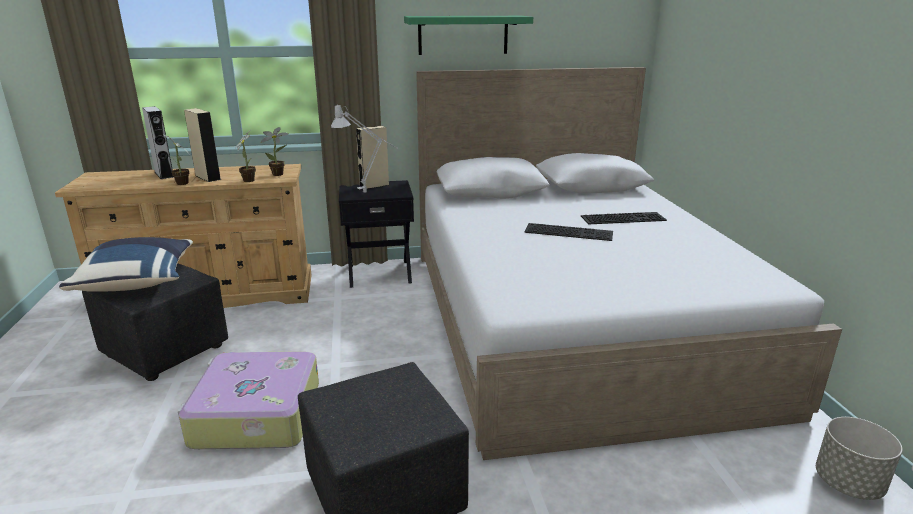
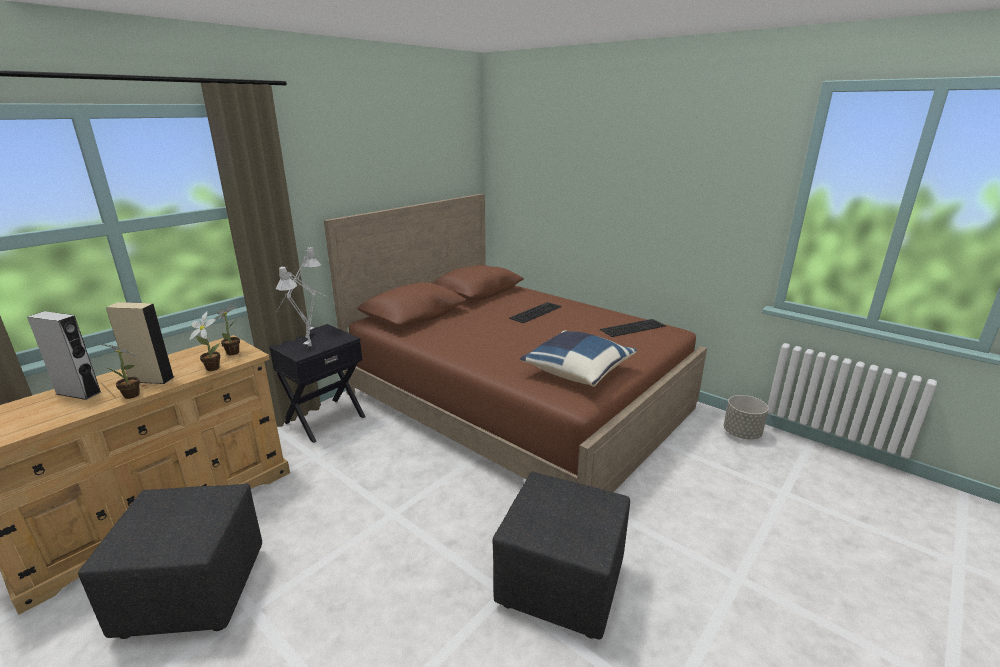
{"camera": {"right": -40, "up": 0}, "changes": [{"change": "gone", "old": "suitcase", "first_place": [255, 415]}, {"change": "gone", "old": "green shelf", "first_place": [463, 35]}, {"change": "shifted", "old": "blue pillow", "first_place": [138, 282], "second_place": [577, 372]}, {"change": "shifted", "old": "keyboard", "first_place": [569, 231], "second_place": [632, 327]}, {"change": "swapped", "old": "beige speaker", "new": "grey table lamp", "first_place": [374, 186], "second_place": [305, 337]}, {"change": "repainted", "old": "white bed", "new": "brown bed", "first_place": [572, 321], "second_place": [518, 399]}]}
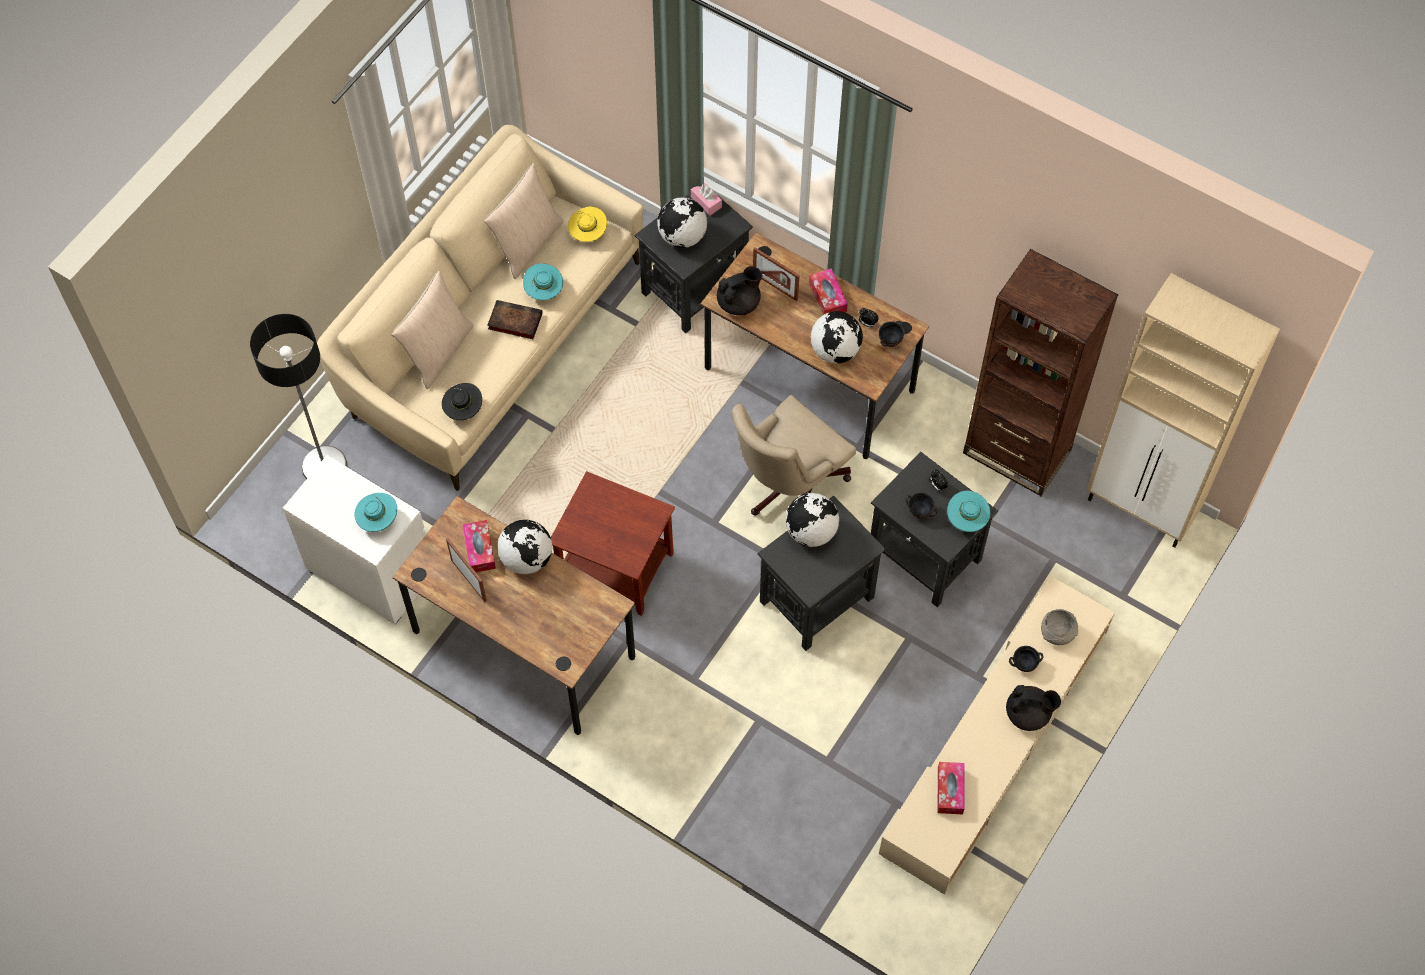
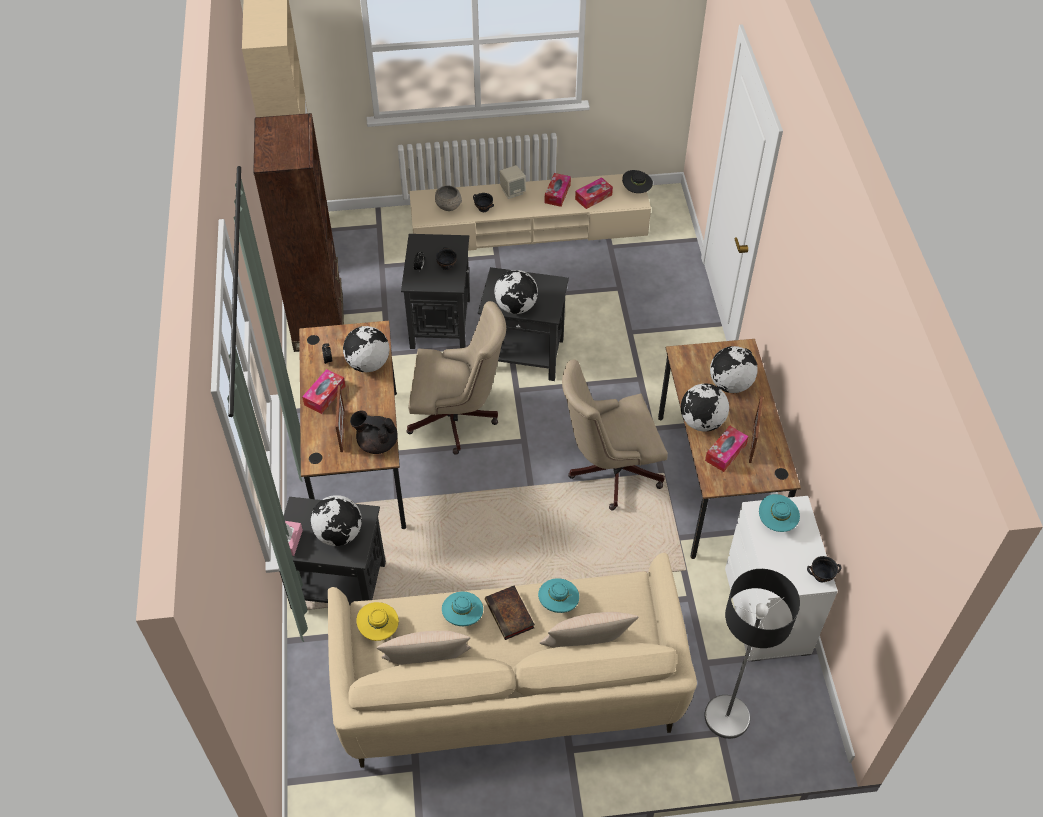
{"camera": {"right": -130, "up": -10}, "changes": [{"change": "new", "new": "tissue box", "second_place": [557, 194]}, {"change": "new", "new": "globe", "second_place": [730, 384]}, {"change": "shifted", "old": "black hat", "first_place": [463, 409], "second_place": [636, 190]}, {"change": "shifted", "old": "black bowl", "first_place": [891, 340], "second_place": [820, 575]}, {"change": "shifted", "old": "turquoise hat", "first_place": [967, 519], "second_place": [558, 603]}, {"change": "swapped", "old": "brown side table", "new": "beige office chair", "first_place": [616, 565], "second_place": [609, 471]}, {"change": "swapped", "old": "black teapot", "new": "beige speaker", "first_place": [1028, 714], "second_place": [512, 191]}]}
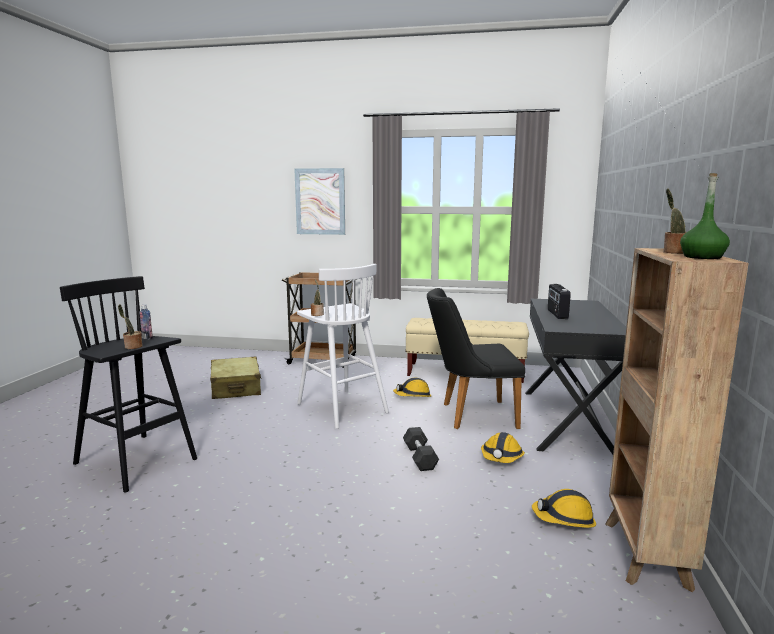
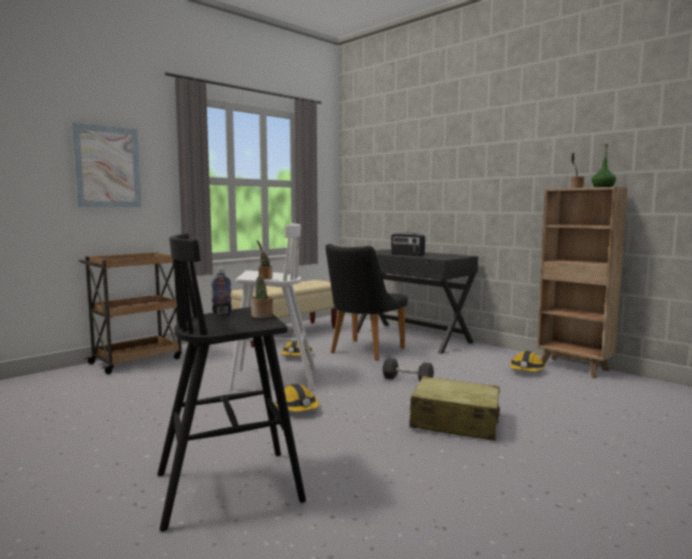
{"camera": {"right": -55, "up": -5}, "changes": [{"change": "shifted", "old": "beige suitcase", "first_place": [236, 388], "second_place": [454, 422]}, {"change": "shifted", "old": "hard hat", "first_place": [501, 457], "second_place": [297, 409]}]}
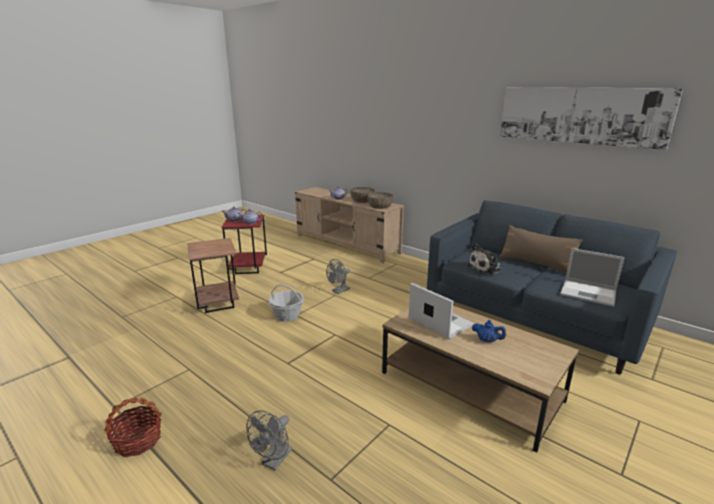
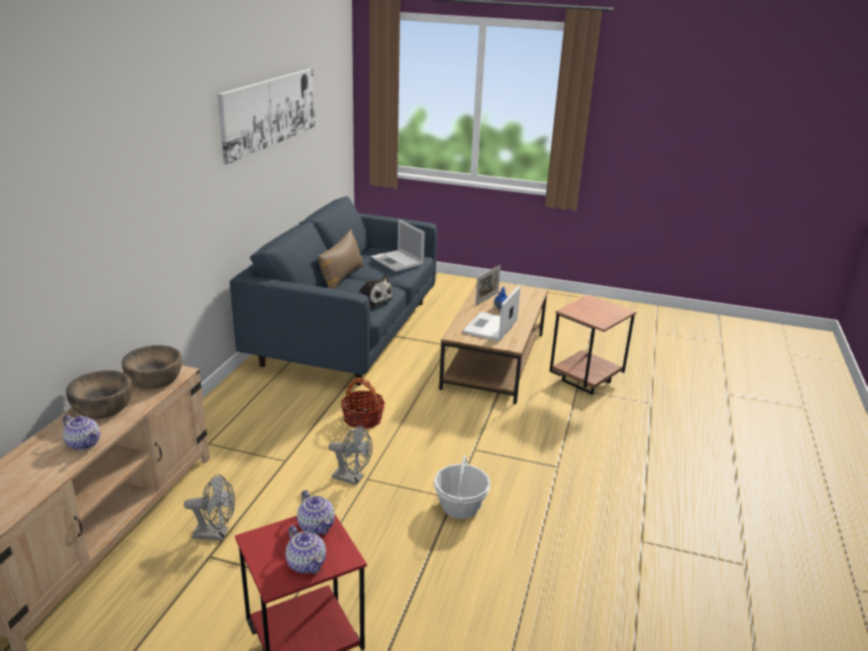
{"camera": {"right": -115, "up": 5}, "changes": [{"change": "new", "new": "picture frame", "second_place": [487, 299]}, {"change": "shifted", "old": "basket", "first_place": [138, 441], "second_place": [363, 419]}, {"change": "shifted", "old": "brown side table", "first_place": [219, 304], "second_place": [584, 381]}, {"change": "shifted", "old": "grey fan", "first_place": [274, 461], "second_place": [216, 534]}, {"change": "rotated", "old": "laptop", "first_place": [589, 293], "second_place": [398, 261], "degrees": 135}]}
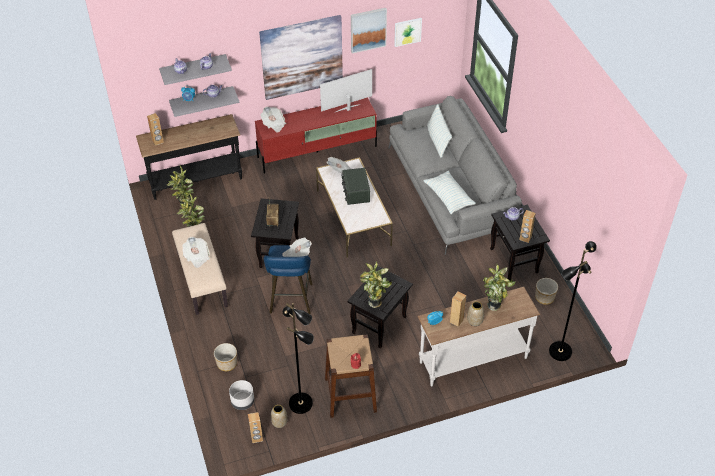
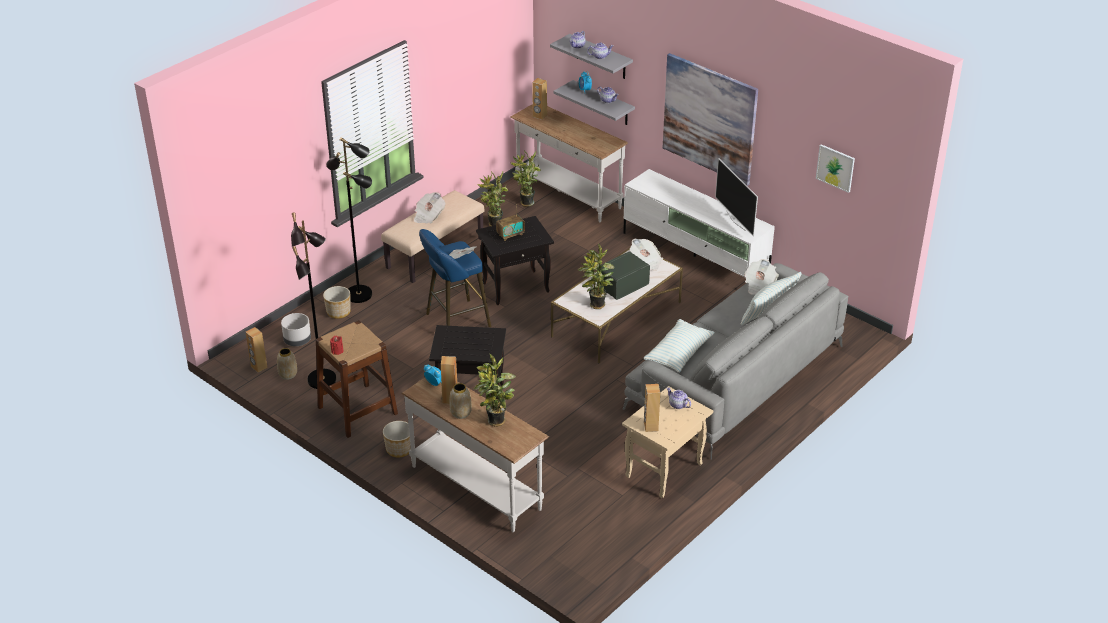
{"camera": {"right": 60, "up": -10}, "changes": [{"change": "gone", "old": "picture", "first_place": [368, 29]}, {"change": "shifted", "old": "newspaper", "first_place": [273, 124], "second_place": [759, 285]}, {"change": "shifted", "old": "potted plant", "first_place": [375, 304], "second_place": [596, 306]}, {"change": "shifted", "old": "planter", "first_place": [544, 298], "second_place": [399, 449]}, {"change": "shifted", "old": "black floor lamp", "first_place": [559, 351], "second_place": [359, 294]}, {"change": "repainted", "old": "black console table", "new": "white console table", "first_place": [196, 181], "second_place": [567, 195]}, {"change": "repainted", "old": "red tv stand", "new": "white tv stand", "first_place": [318, 152], "second_place": [695, 256]}, {"change": "repainted", "old": "black side table", "new": "beige side table", "first_place": [515, 261], "second_place": [663, 472]}, {"change": "rotated", "old": "television", "first_place": [347, 108], "second_place": [736, 221], "degrees": -150}]}
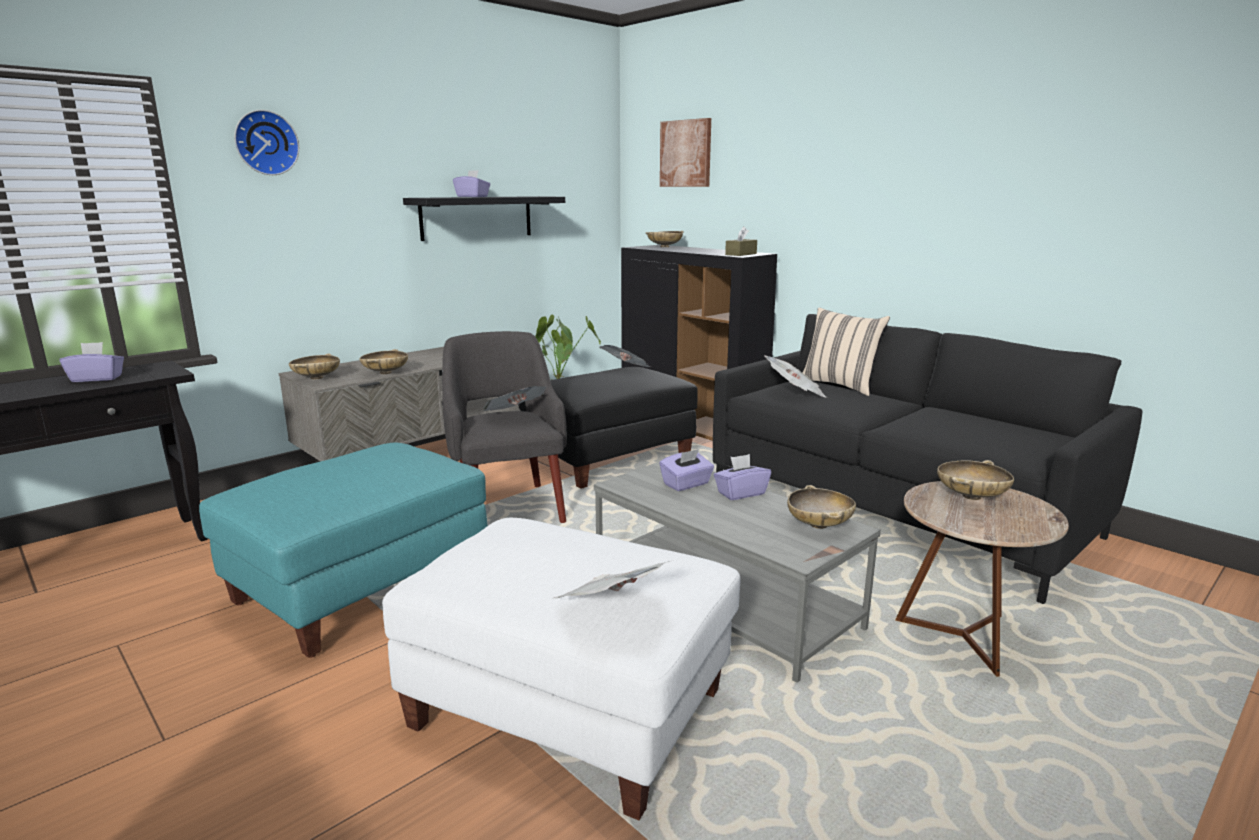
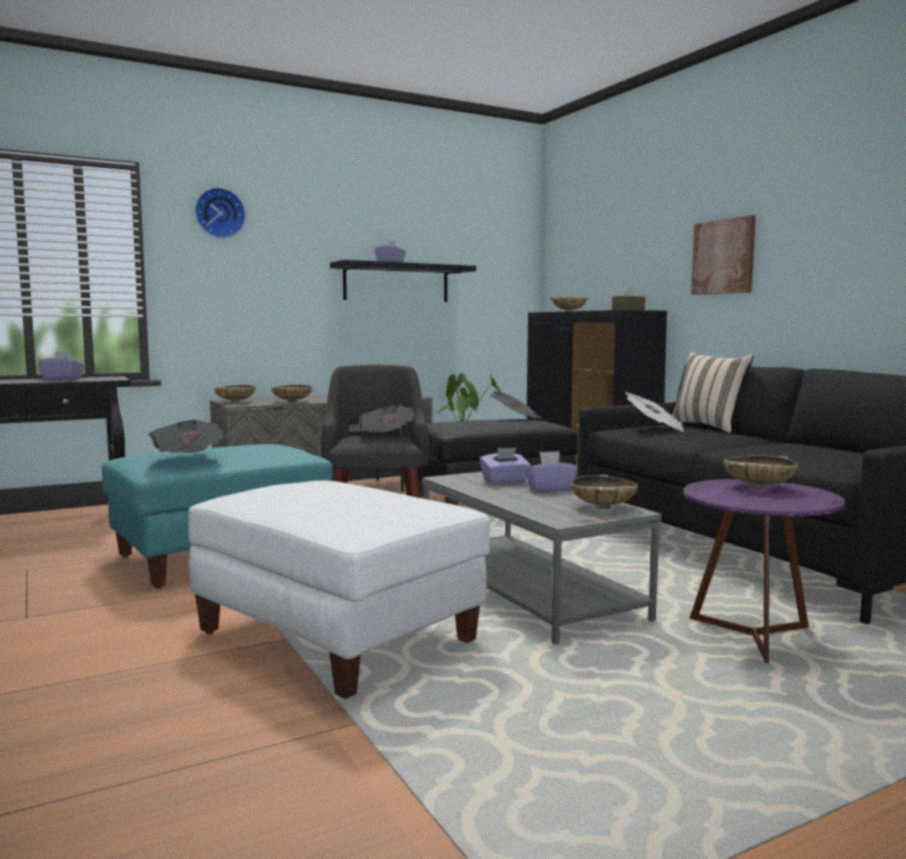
{"camera": {"right": 15, "up": -10}, "changes": [{"change": "shifted", "old": "newspaper", "first_place": [612, 608], "second_place": [188, 458]}, {"change": "shifted", "old": "picture", "first_place": [686, 153], "second_place": [724, 257]}, {"change": "repainted", "old": "brown side table", "new": "purple side table", "first_place": [962, 637], "second_place": [753, 636]}]}
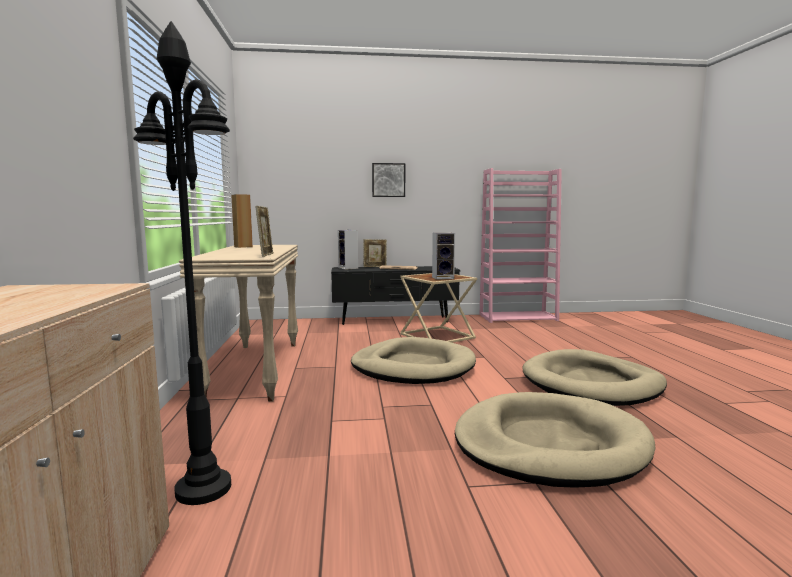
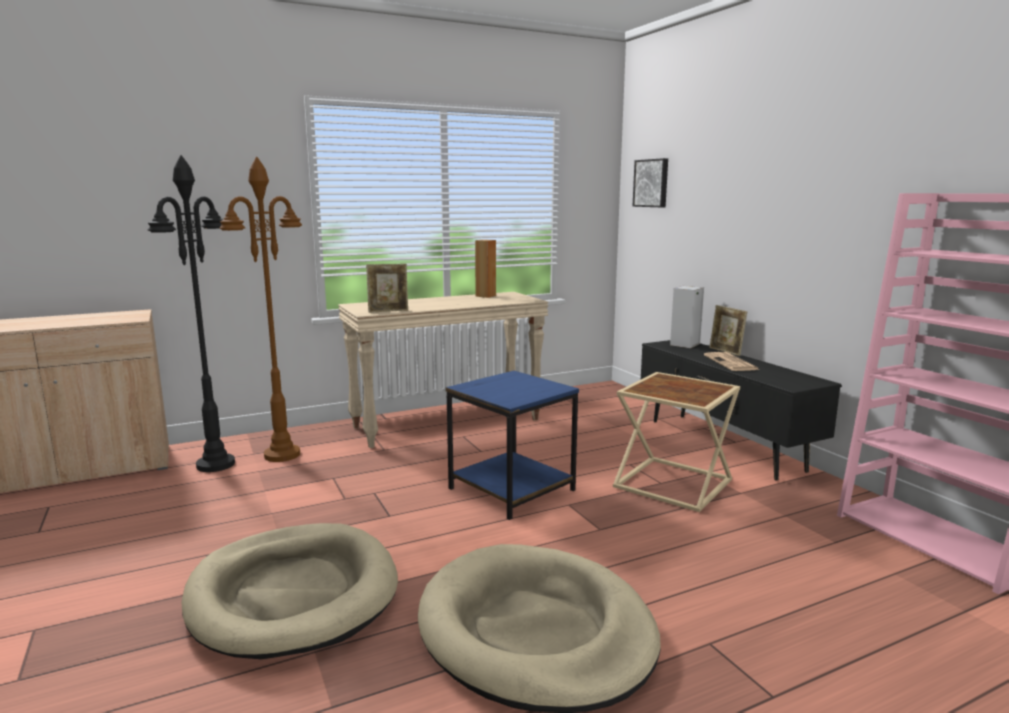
{"camera": {"right": 70, "up": 5}, "changes": [{"change": "gone", "old": "speaker", "first_place": [443, 278]}, {"change": "new", "new": "brown floor lamp", "second_place": [282, 454]}, {"change": "shifted", "old": "picture", "first_place": [388, 180], "second_place": [652, 183]}, {"change": "swapped", "old": "beige dog bed", "new": "blue side table", "first_place": [412, 367], "second_place": [511, 488]}]}
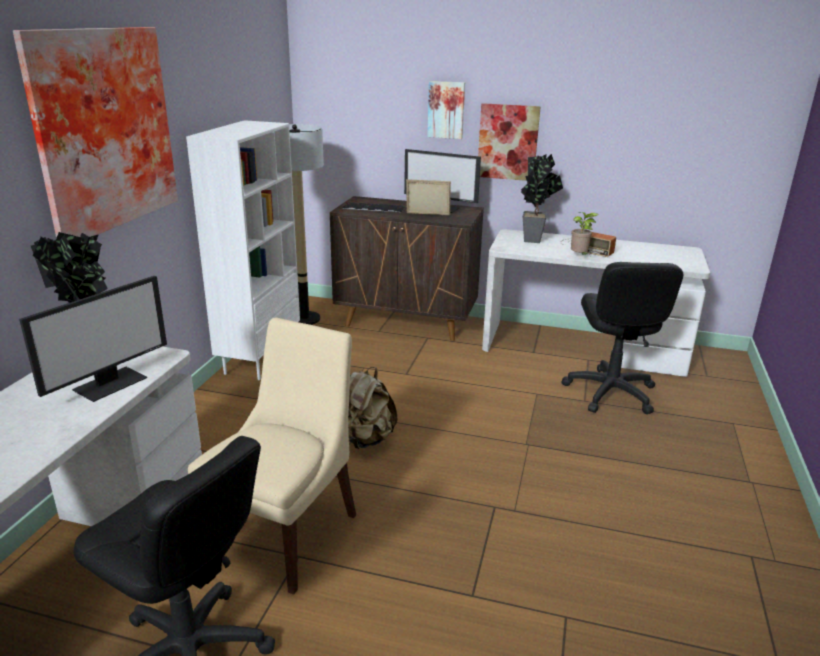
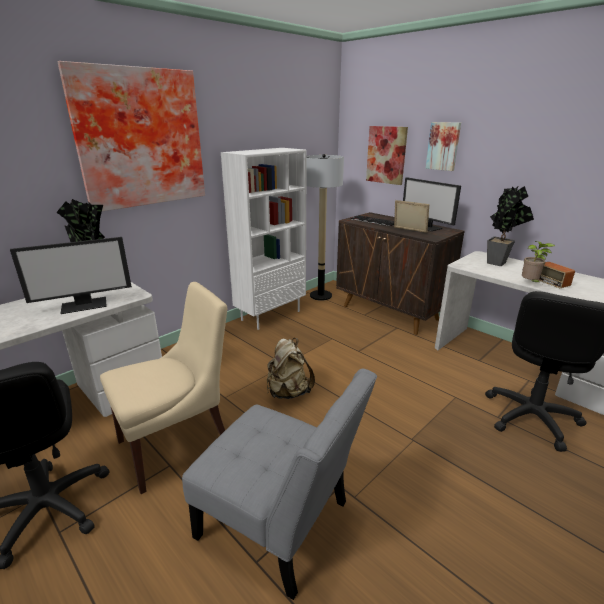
{"camera": {"right": 30, "up": 0}, "changes": [{"change": "new", "new": "grey chair", "second_place": [280, 524]}, {"change": "shifted", "old": "picture", "first_place": [508, 142], "second_place": [386, 155]}]}
